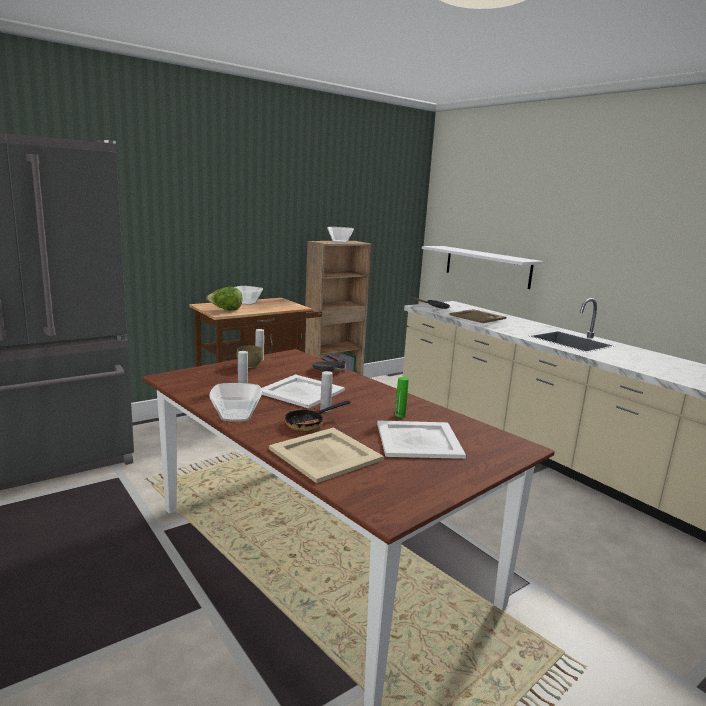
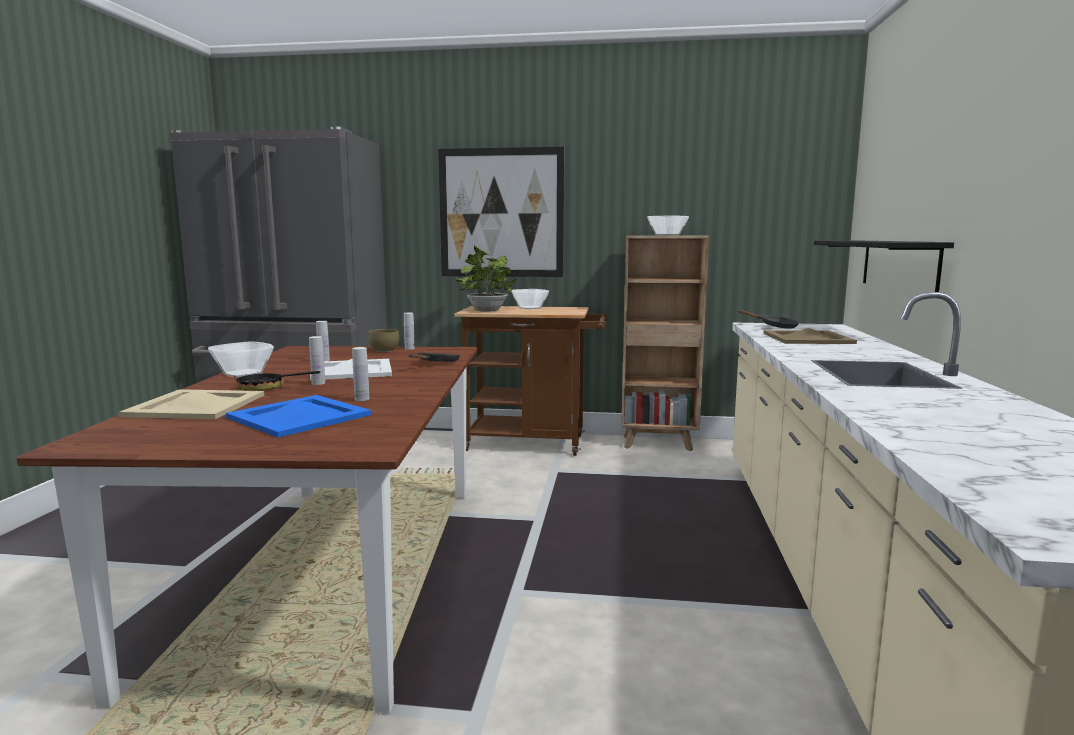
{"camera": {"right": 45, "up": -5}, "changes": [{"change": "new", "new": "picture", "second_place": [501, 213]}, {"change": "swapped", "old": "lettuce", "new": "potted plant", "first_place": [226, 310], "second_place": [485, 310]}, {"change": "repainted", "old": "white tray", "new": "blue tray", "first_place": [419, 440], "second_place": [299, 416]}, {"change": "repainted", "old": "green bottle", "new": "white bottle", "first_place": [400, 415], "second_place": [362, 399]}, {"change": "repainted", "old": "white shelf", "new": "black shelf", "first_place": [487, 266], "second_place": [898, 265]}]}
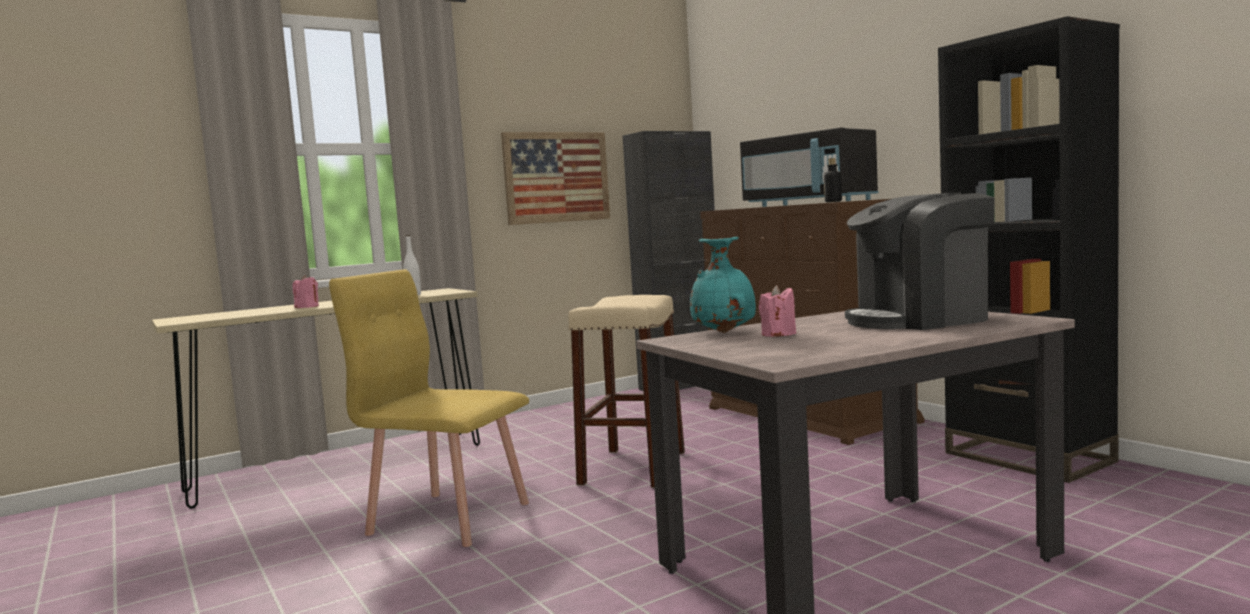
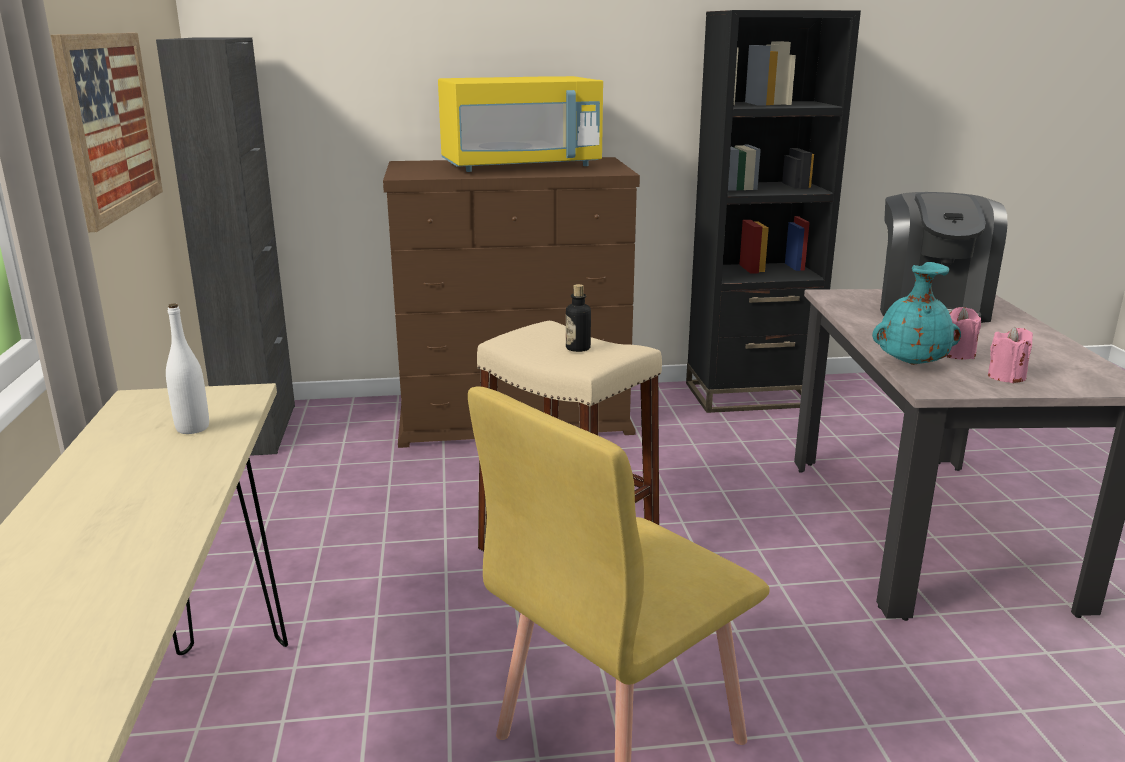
{"camera": {"right": -65, "up": 15}, "changes": [{"change": "shifted", "old": "pink candle", "first_place": [307, 307], "second_place": [1006, 377]}, {"change": "shifted", "old": "bottle", "first_place": [833, 201], "second_place": [578, 348]}, {"change": "repainted", "old": "black microwave", "new": "yellow microwave", "first_place": [809, 203], "second_place": [521, 166]}]}
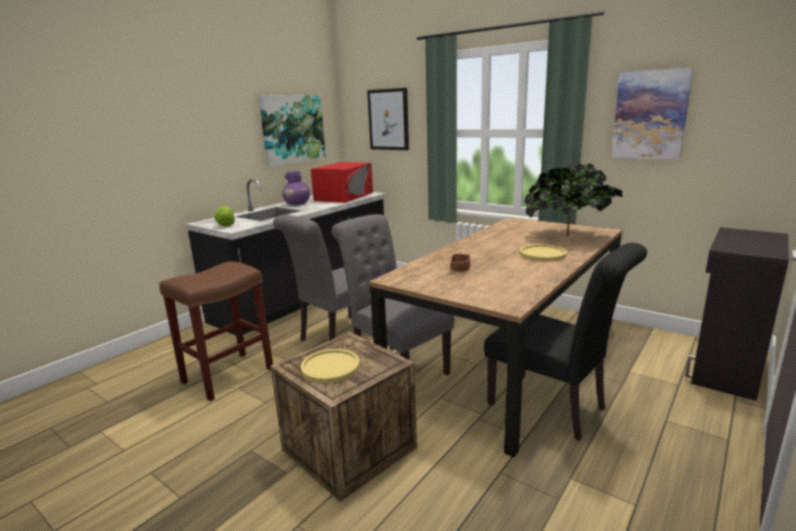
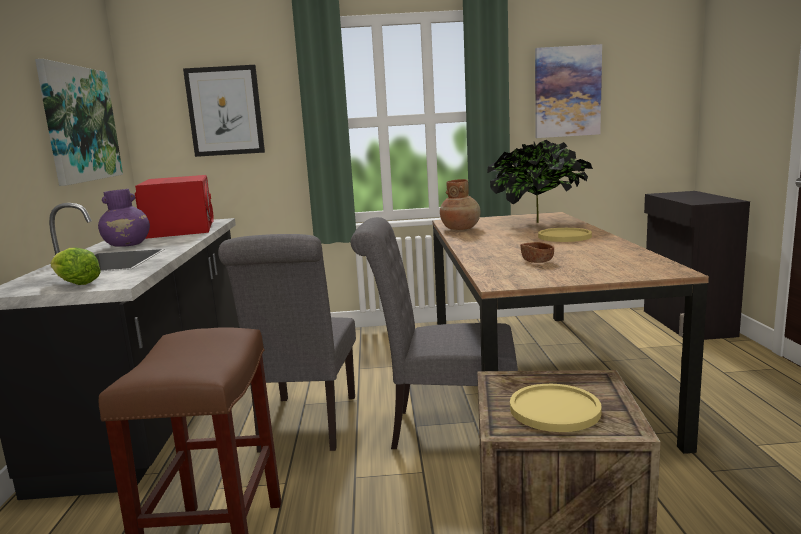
{"camera": {"right": -40, "up": -5}, "changes": [{"change": "gone", "old": "black chair", "first_place": [553, 408]}, {"change": "new", "new": "brown vase", "second_place": [460, 229]}]}
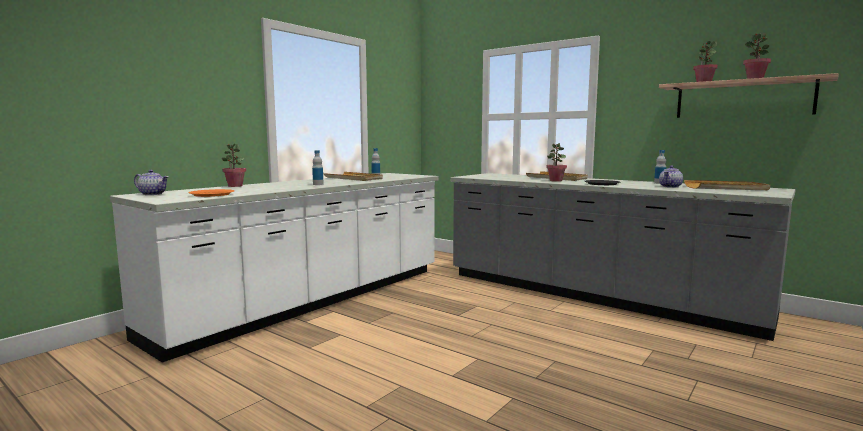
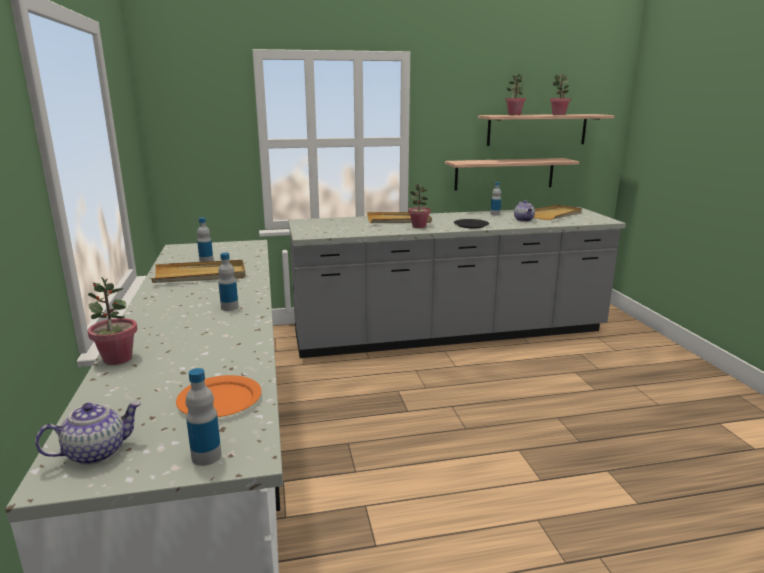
{"camera": {"right": -50, "up": 10}, "changes": [{"change": "new", "new": "bottle", "second_place": [206, 456]}, {"change": "new", "new": "shelf", "second_place": [504, 174]}]}
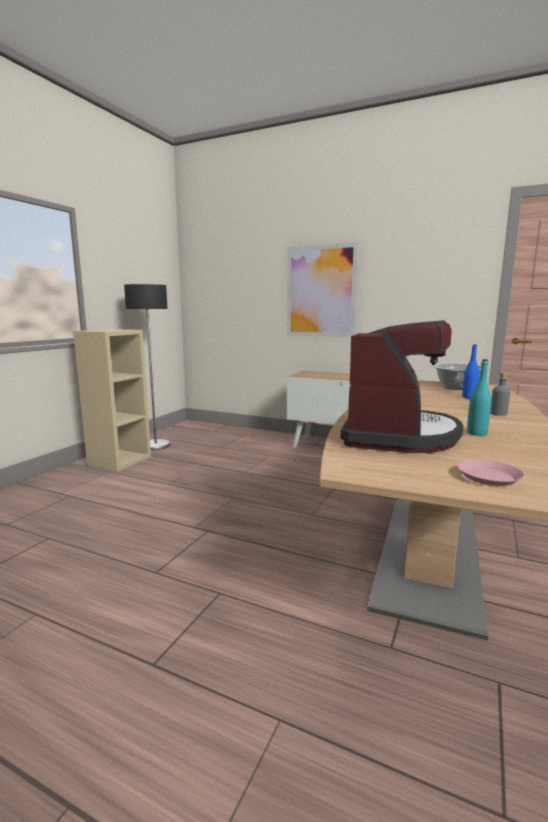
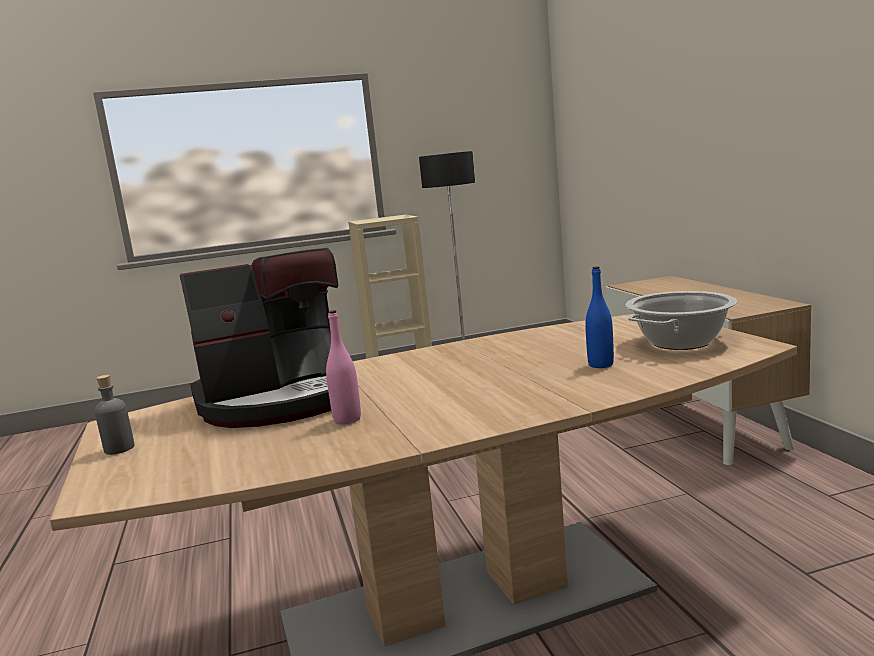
{"camera": {"right": 50, "up": 0}, "changes": [{"change": "gone", "old": "picture", "first_place": [321, 291]}, {"change": "gone", "old": "pink plate", "first_place": [489, 477]}, {"change": "shifted", "old": "grey bottle", "first_place": [498, 413], "second_place": [119, 448]}, {"change": "repainted", "old": "turquoise bottle", "new": "pink bottle", "first_place": [476, 433], "second_place": [347, 419]}]}
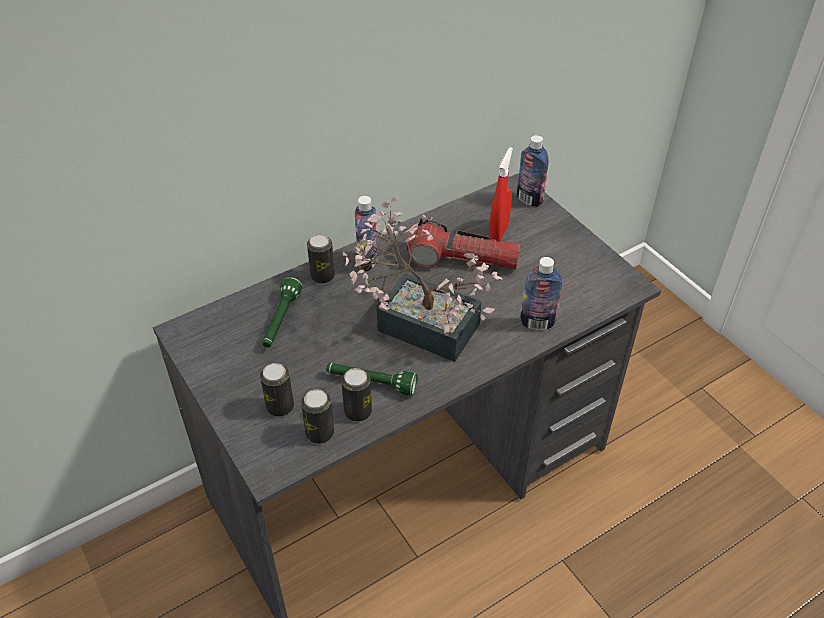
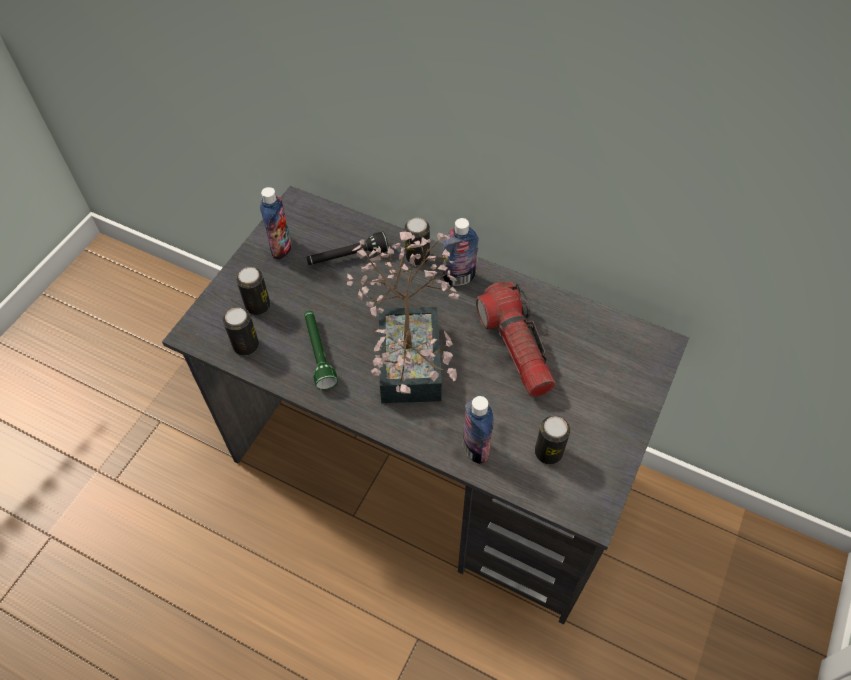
{"camera": {"right": 60, "up": 10}, "changes": [{"change": "gone", "old": "red spray bottle", "first_place": [498, 232]}, {"change": "shifted", "old": "can", "first_place": [358, 411], "second_place": [548, 452]}, {"change": "shifted", "old": "bottle", "first_place": [529, 199], "second_place": [281, 248]}, {"change": "repainted", "old": "green flashlight", "new": "black flashlight", "first_place": [281, 320], "second_place": [347, 257]}]}
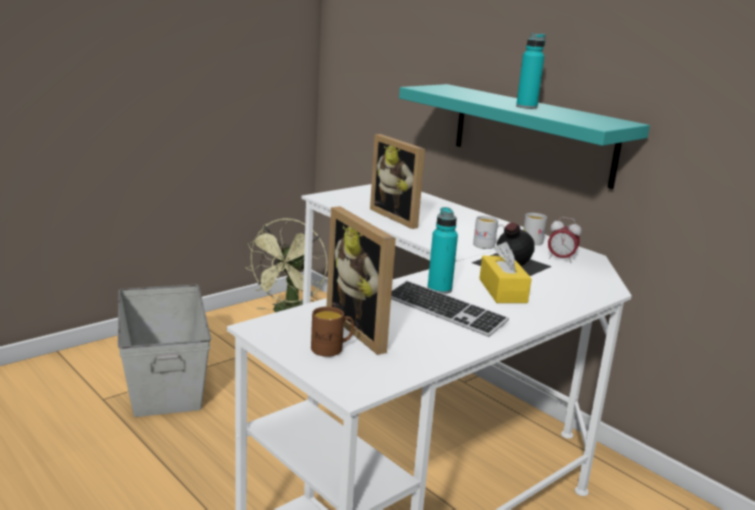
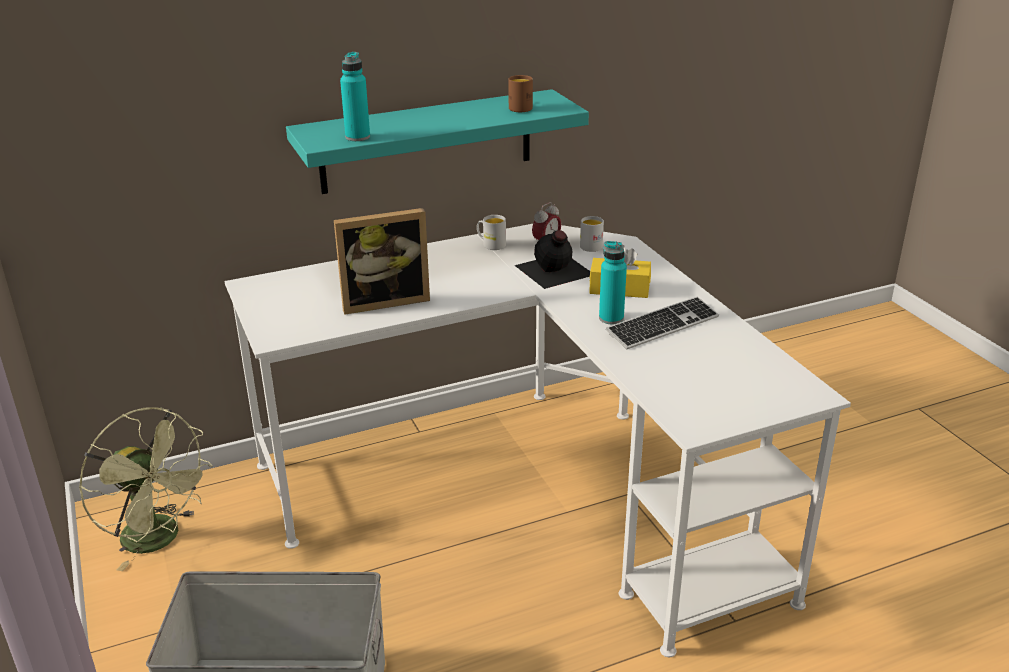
{"camera": {"right": -70, "up": 10}, "changes": [{"change": "gone", "old": "picture frame", "first_place": [365, 329]}, {"change": "shifted", "old": "brown mug", "first_place": [332, 348], "second_place": [520, 107]}, {"change": "shifted", "old": "white mug", "first_place": [488, 245], "second_place": [592, 245]}, {"change": "shifted", "old": "turquoise bottle", "first_place": [526, 107], "second_place": [357, 137]}]}
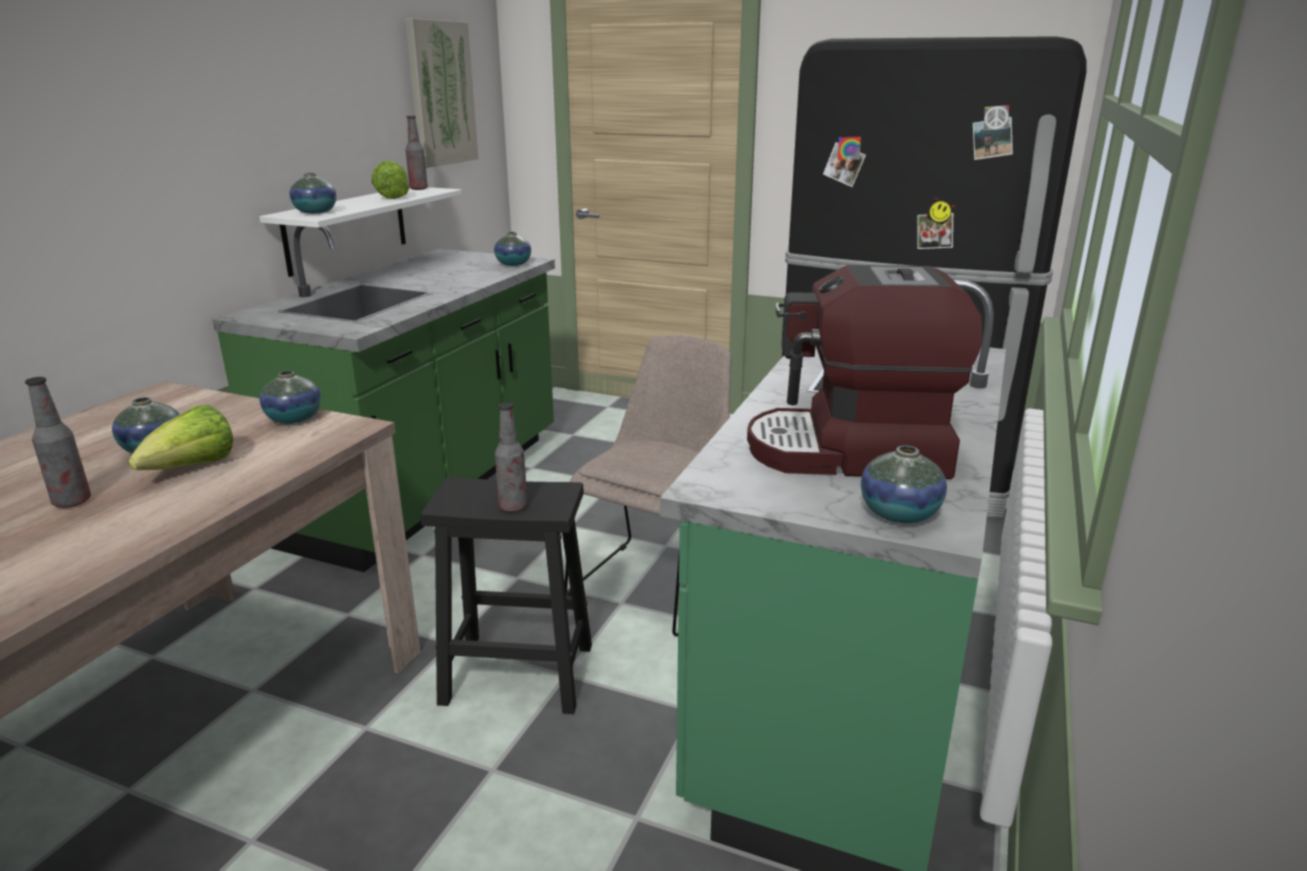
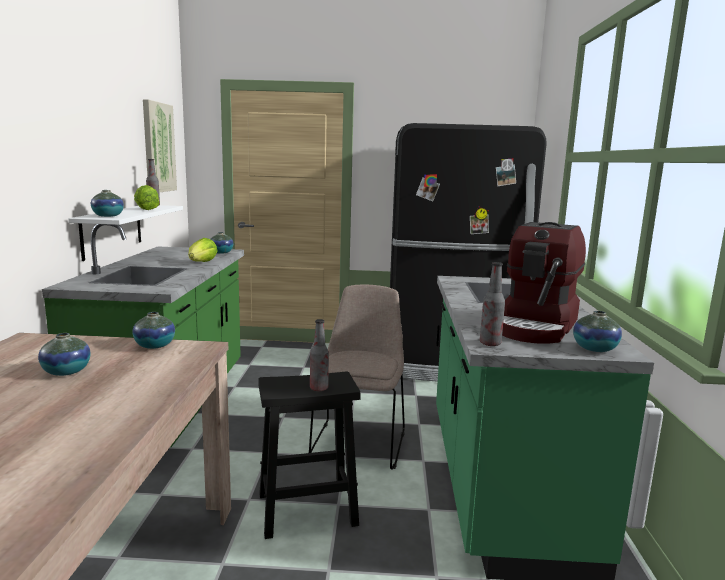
{"camera": {"right": -20, "up": -10}, "changes": [{"change": "shifted", "old": "bottle", "first_place": [72, 502], "second_place": [490, 343]}, {"change": "shifted", "old": "lettuce", "first_place": [192, 469], "second_place": [201, 263]}, {"change": "rotated", "old": "coffee machine", "first_place": [851, 453], "second_place": [537, 326], "degrees": -45}]}
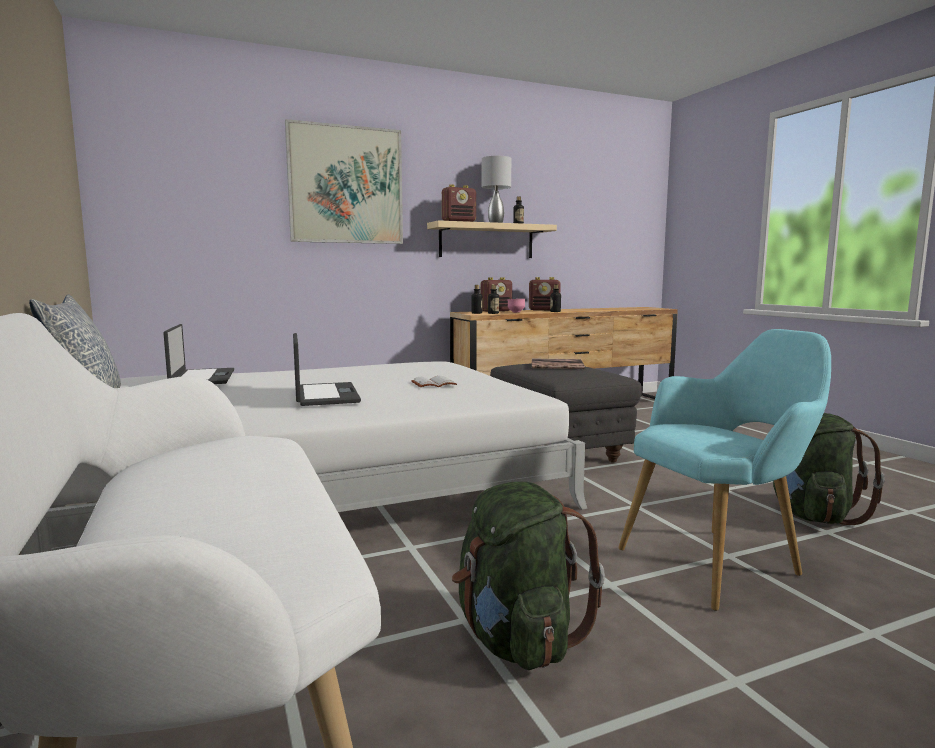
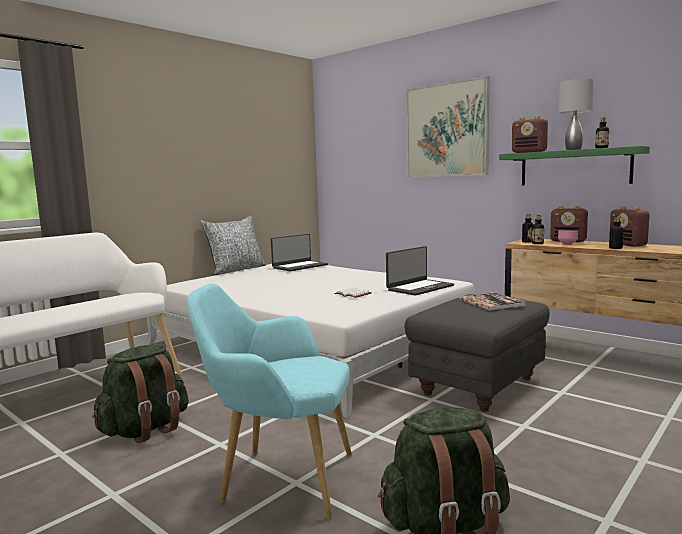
{"camera": {"right": 65, "up": 0}, "changes": [{"change": "shifted", "old": "laptop", "first_place": [324, 395], "second_place": [419, 288]}, {"change": "repainted", "old": "beige shelf", "new": "green shelf", "first_place": [486, 241], "second_place": [574, 167]}, {"change": "rotated", "old": "turquoise armchair", "first_place": [720, 562], "second_place": [279, 479], "degrees": 150}]}
